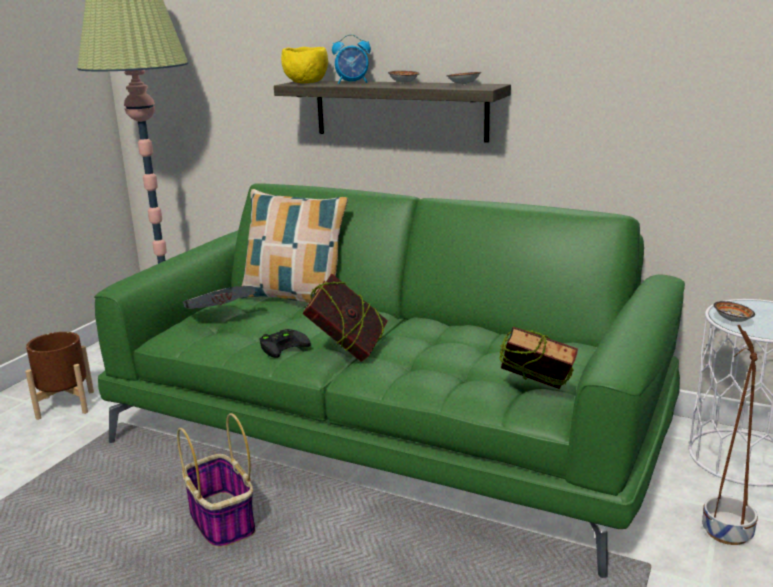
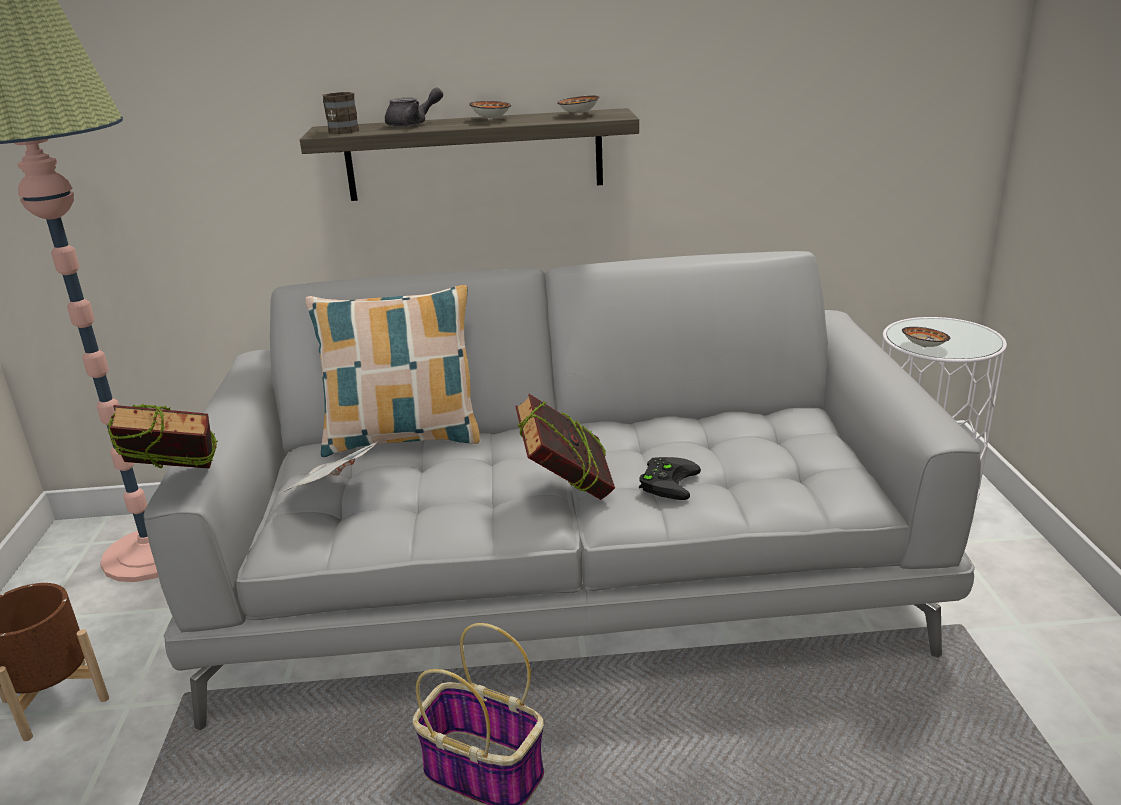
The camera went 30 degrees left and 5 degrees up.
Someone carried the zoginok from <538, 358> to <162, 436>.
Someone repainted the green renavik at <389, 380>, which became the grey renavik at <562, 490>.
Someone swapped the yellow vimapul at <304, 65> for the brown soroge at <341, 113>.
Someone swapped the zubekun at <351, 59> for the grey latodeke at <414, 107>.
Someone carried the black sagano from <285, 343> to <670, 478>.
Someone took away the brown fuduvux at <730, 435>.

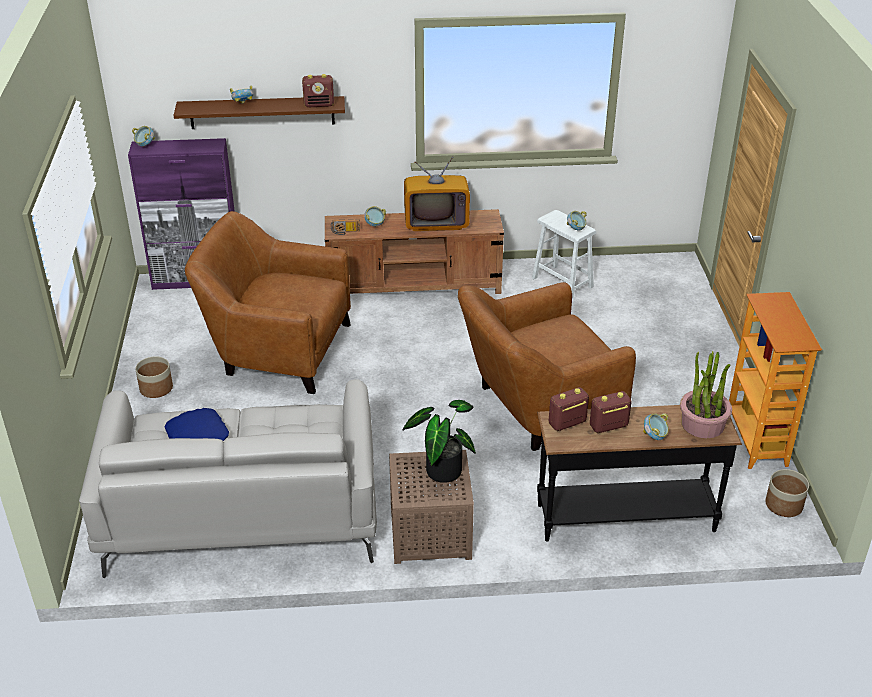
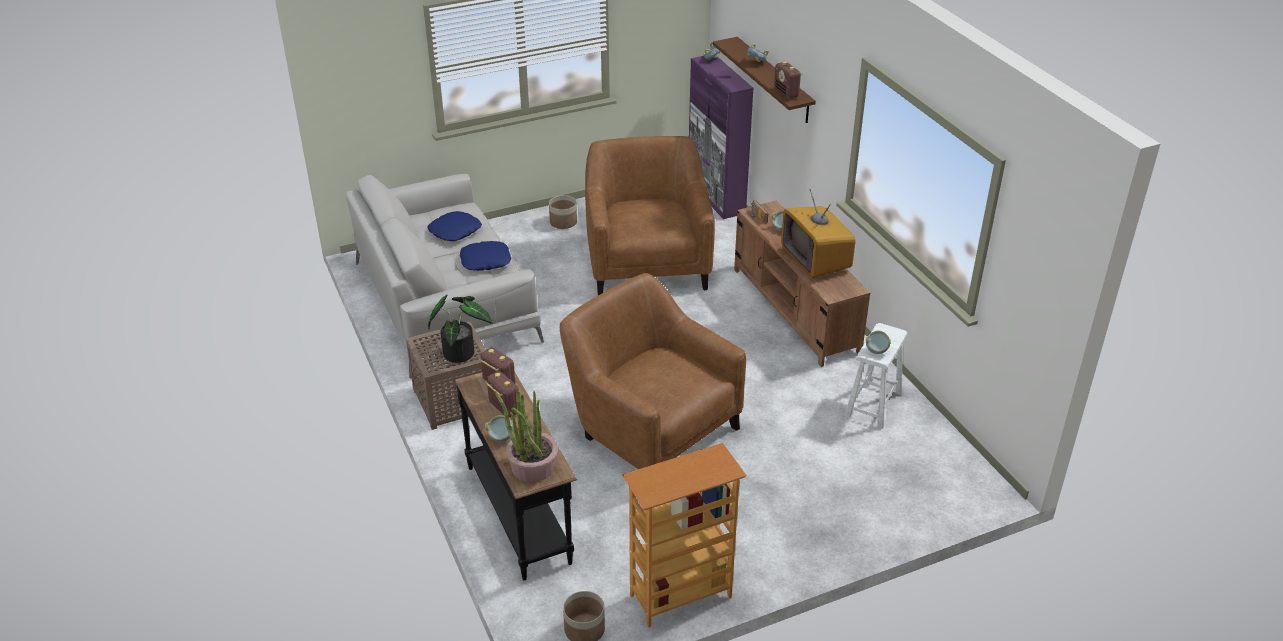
The camera went 70 degrees right and 0 degrees up.
Someone put down the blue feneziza at <485, 256>.

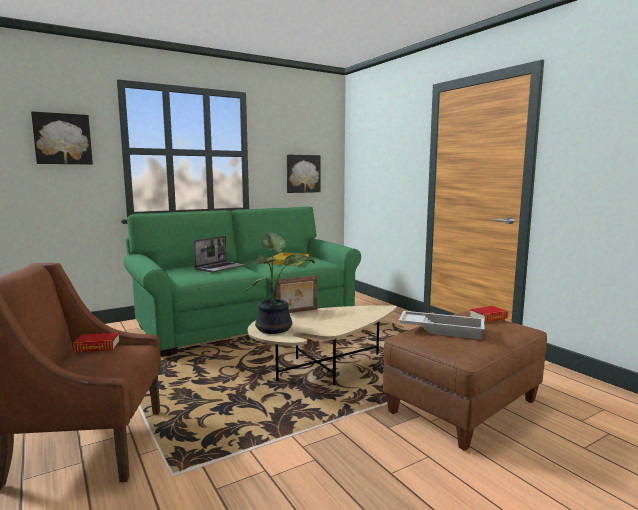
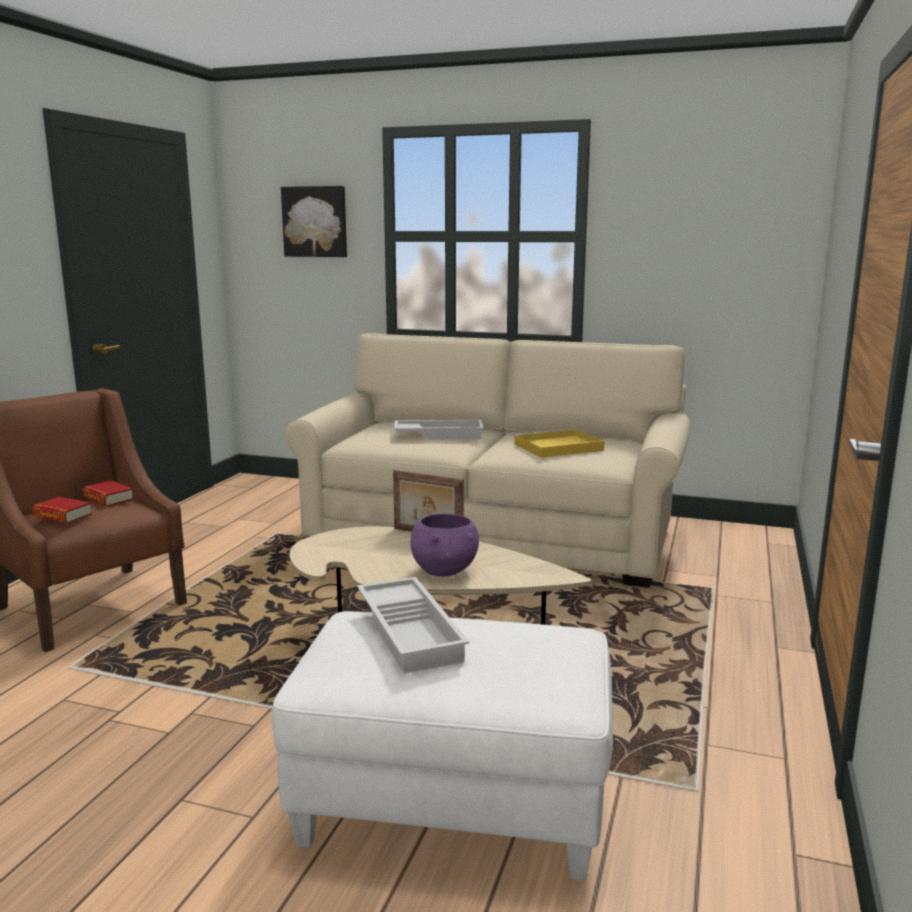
The camera went 50 degrees right and 5 degrees up.
Someone carried the zoginok from <489, 314> to <62, 510>.
Someone repainted the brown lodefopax at <465, 381>, which became the white lodefopax at <442, 745>.
Someone repainted the green renavik at <242, 281>, which became the beige renavik at <487, 460>.
Someone swapped the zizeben at <219, 254> for the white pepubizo at <439, 430>.
Someone put down the purple vimapul at <444, 545>.
Someone took away the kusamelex at <280, 283>.
Someone took away the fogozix at <303, 174>.

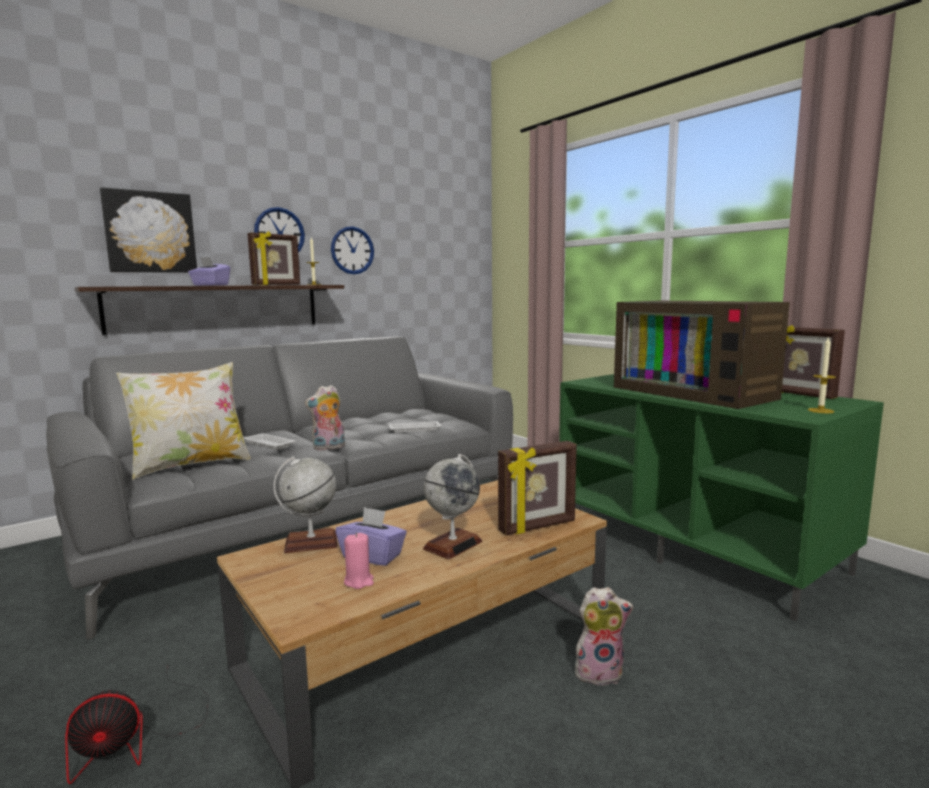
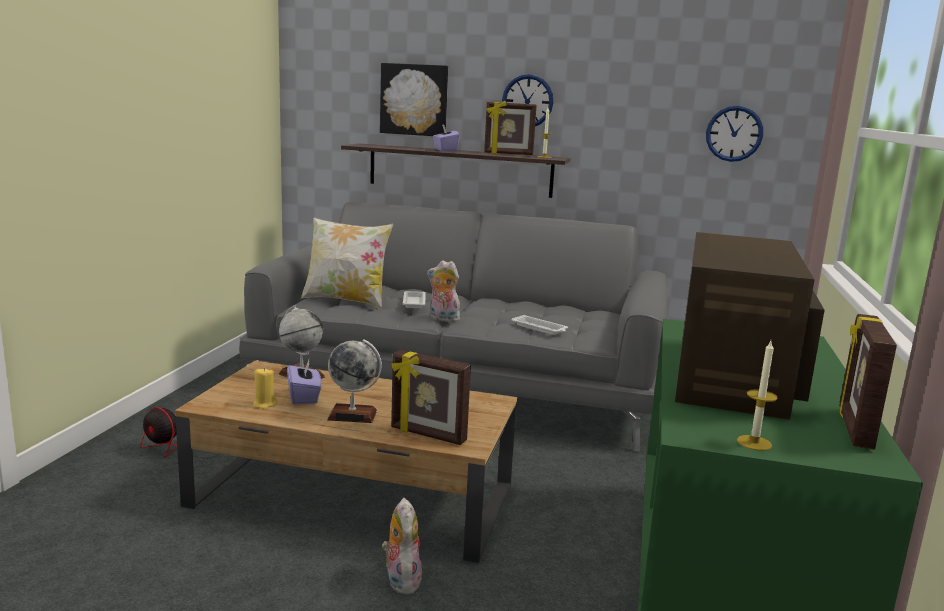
The camera went 50 degrees right and 5 degrees up.
Someone repainted the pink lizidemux at <359, 560>, which became the yellow lizidemux at <265, 388>.
Someone rotated the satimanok at <604, 636> by 150 degrees counterclockwise.
Someone carried the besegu from <352, 250> to <734, 134>.

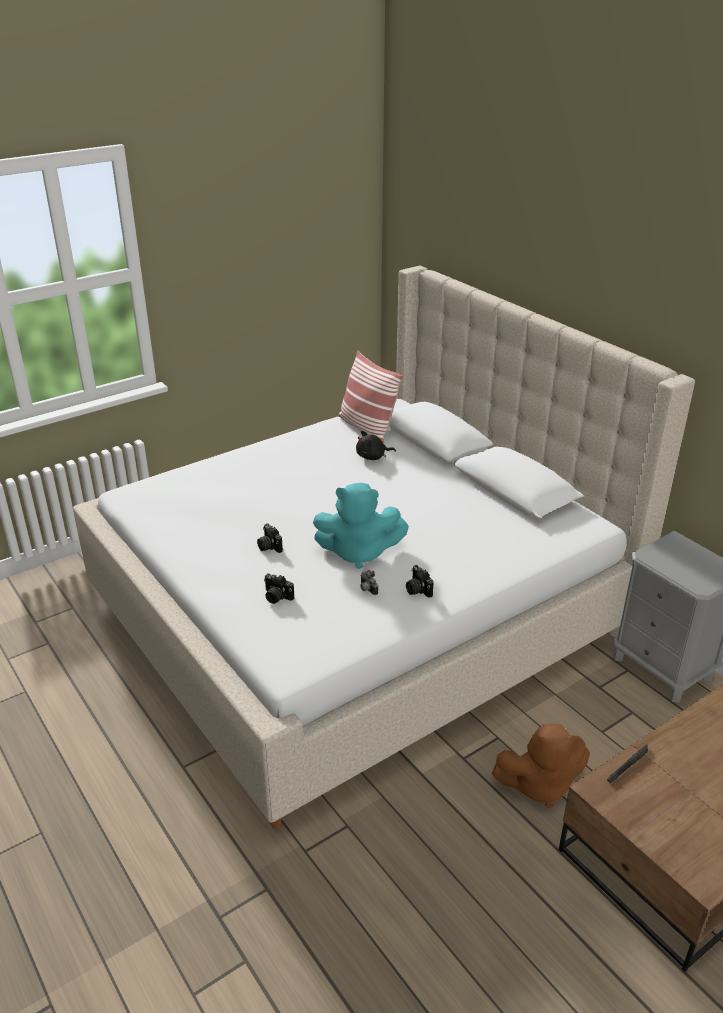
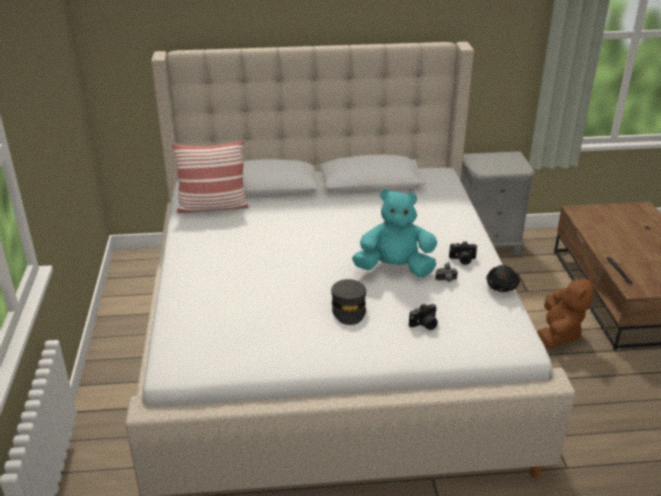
The camera went 60 degrees left and 0 degrees up.
Someone swapped the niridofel at <270, 538> for the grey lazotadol at <348, 302>.
Someone rotated the turquoise satimanok at <361, 526> by 120 degrees counterclockwise.
Someone carried the black satimanok from <376, 445> to <503, 278>.

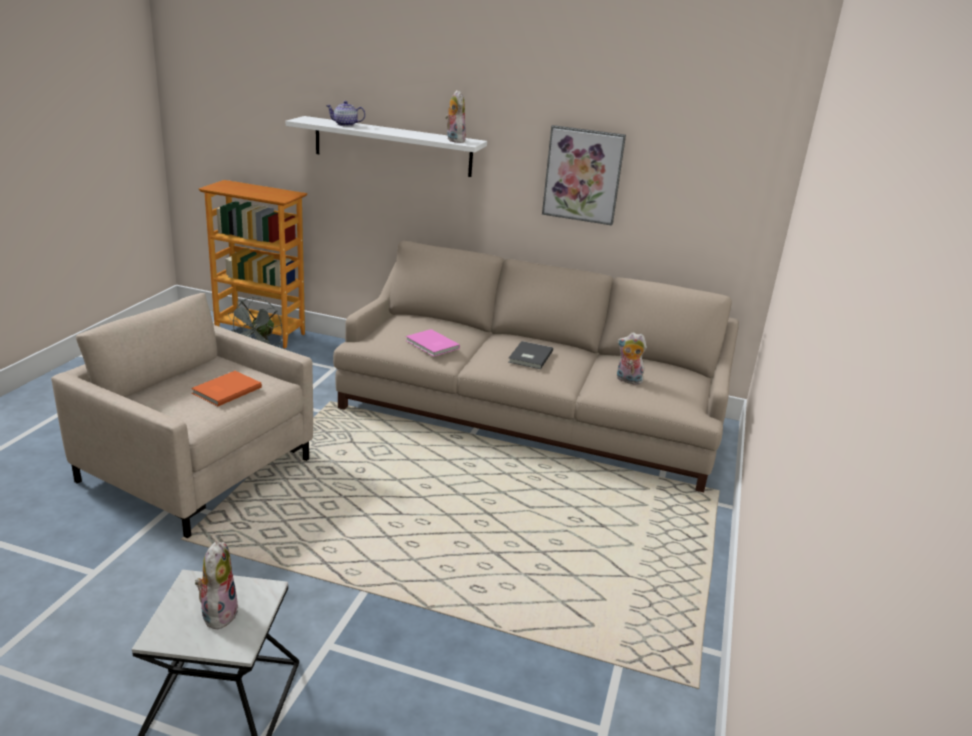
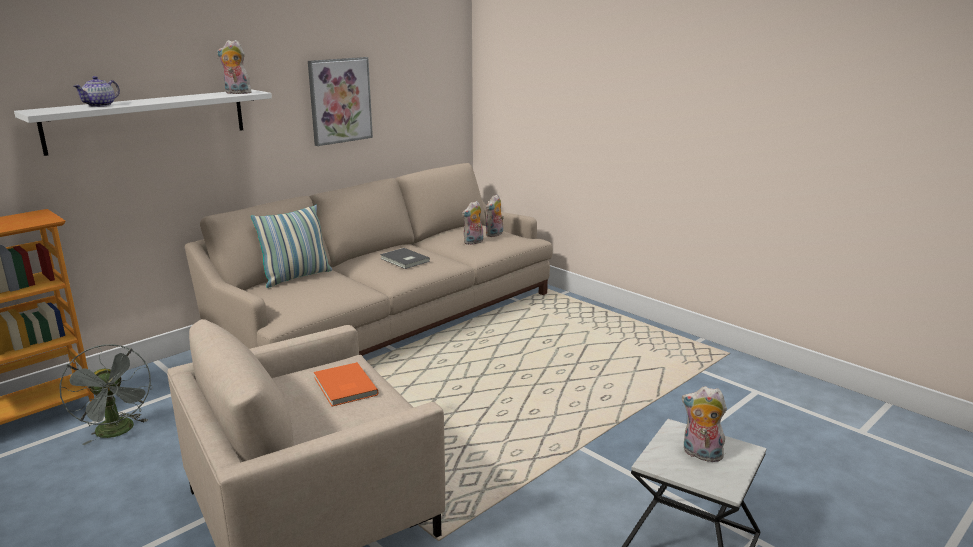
The camera went 60 degrees left and 5 degrees down.
Someone put down the feneziza at <291, 246>.
Someone put down the satimanok at <495, 215>.
Someone took away the pink zoginok at <433, 343>.

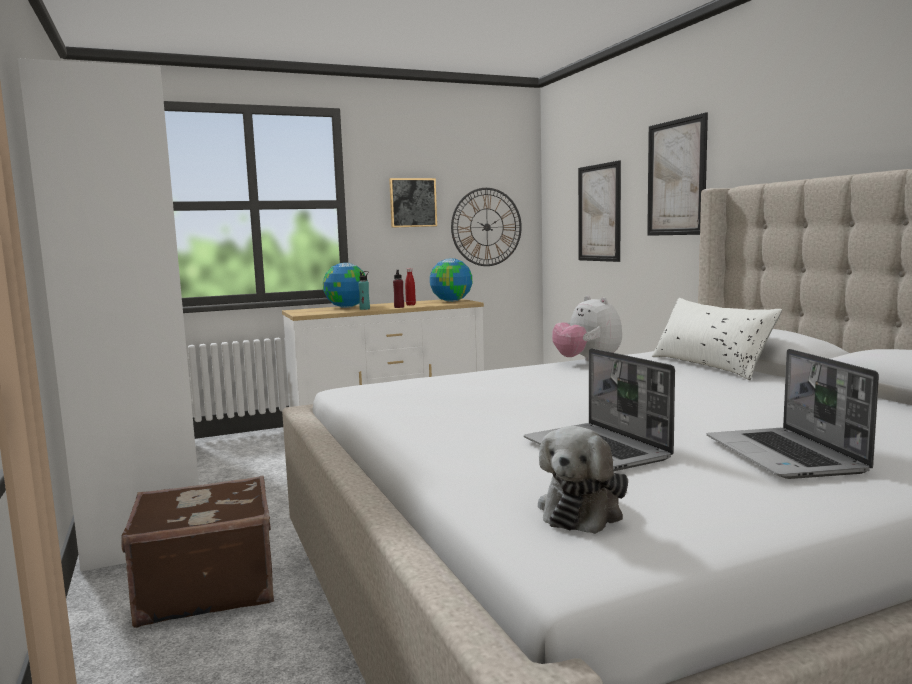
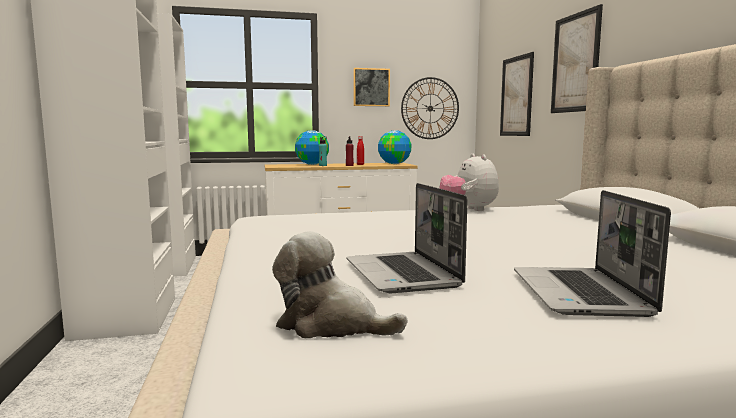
The camera went 10 degrees right and 0 degrees up.
Someone rotated the satimanok at <583, 480> by 75 degrees clockwise.
Someone took away the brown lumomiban at <197, 552>.
Someone took away the white feneziza at <717, 339>.

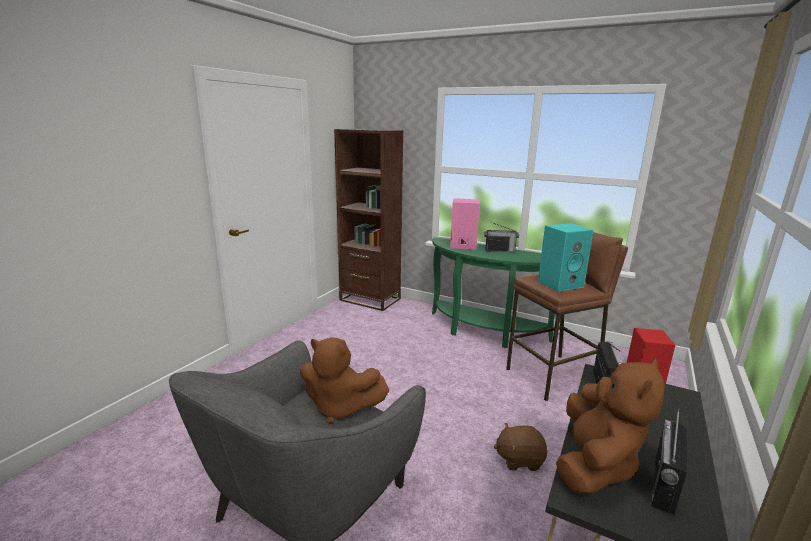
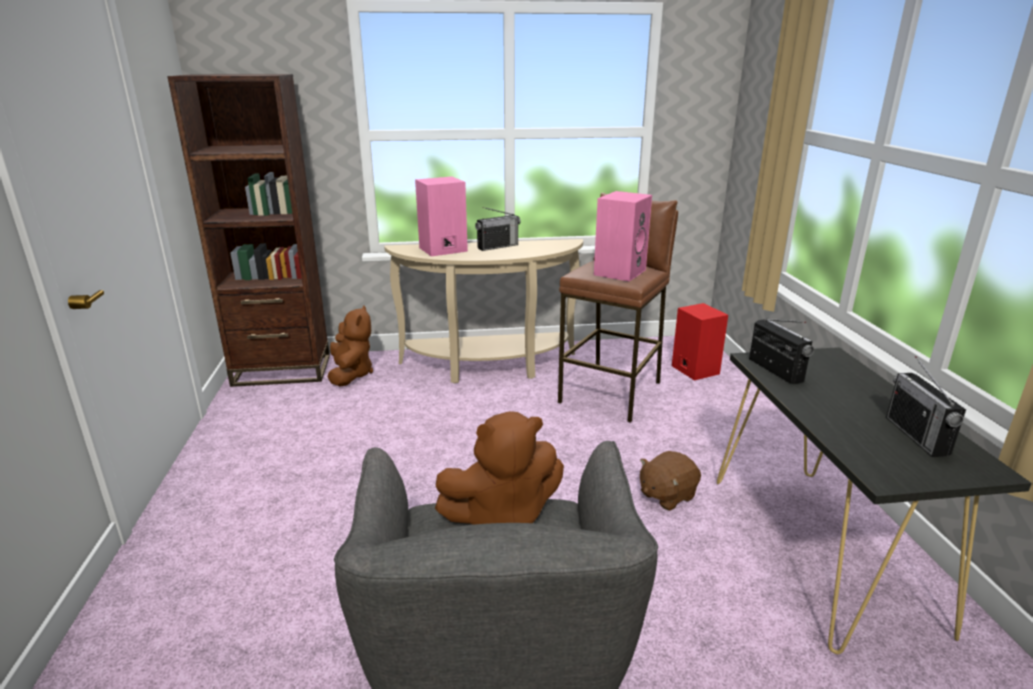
The camera went 35 degrees left and 5 degrees up.
Someone carried the brown satimanok from <610, 426> to <350, 346>.
Someone repainted the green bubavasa at <493, 292>, which became the beige bubavasa at <483, 311>.
Someone repainted the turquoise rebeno at <565, 257>, which became the pink rebeno at <623, 236>.

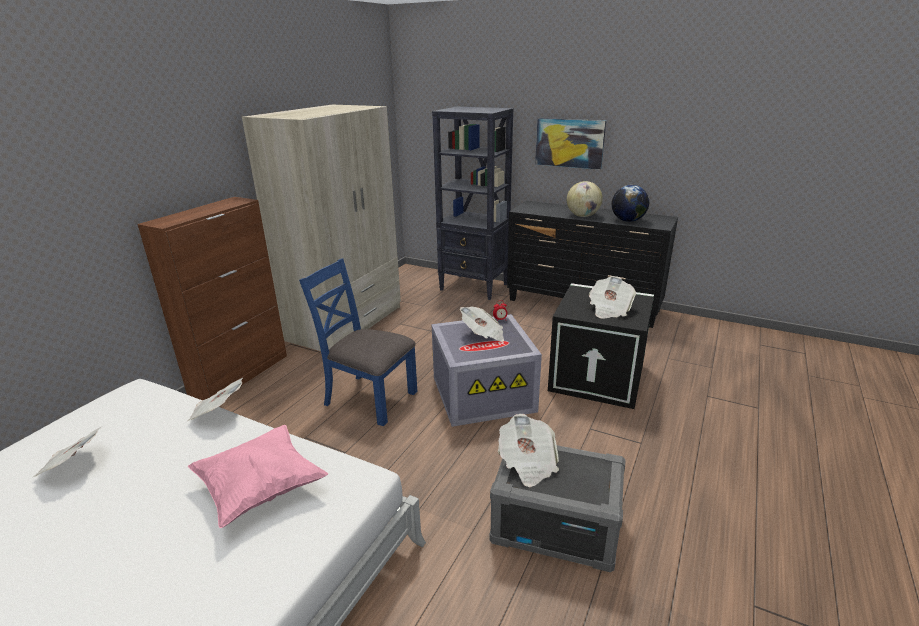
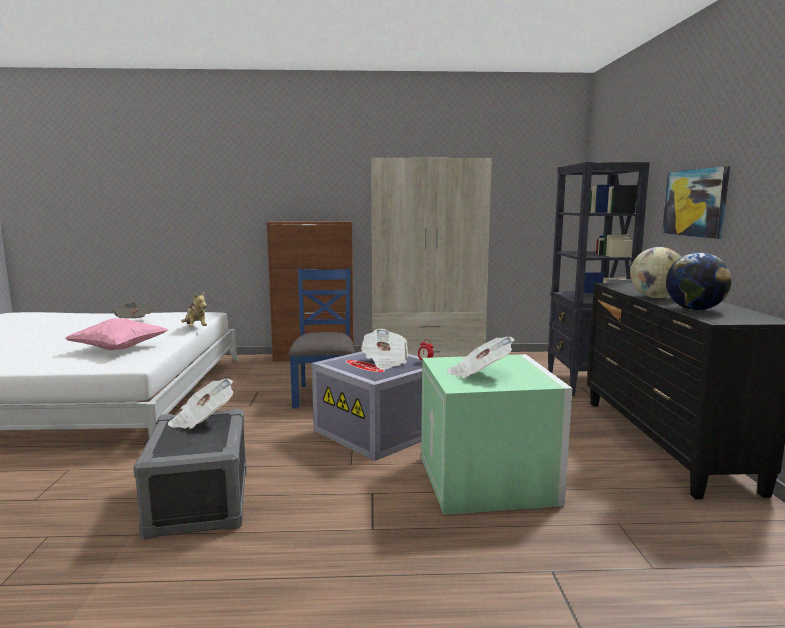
The camera went 60 degrees right and 15 degrees down.
Someone swapped the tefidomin at <215, 399> for the satimanok at <194, 309>.
Someone repainted the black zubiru at <601, 346>, which became the green zubiru at <496, 434>.

